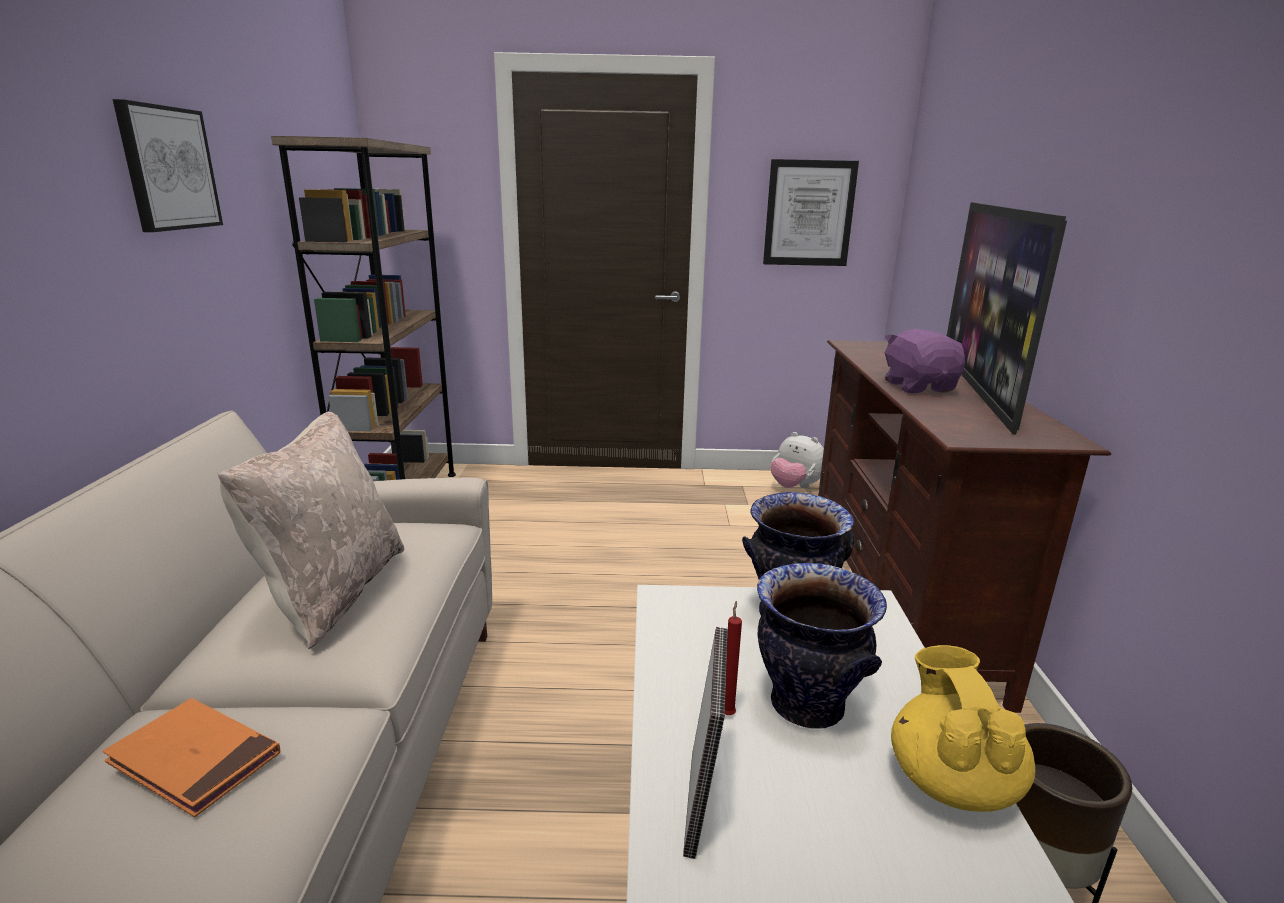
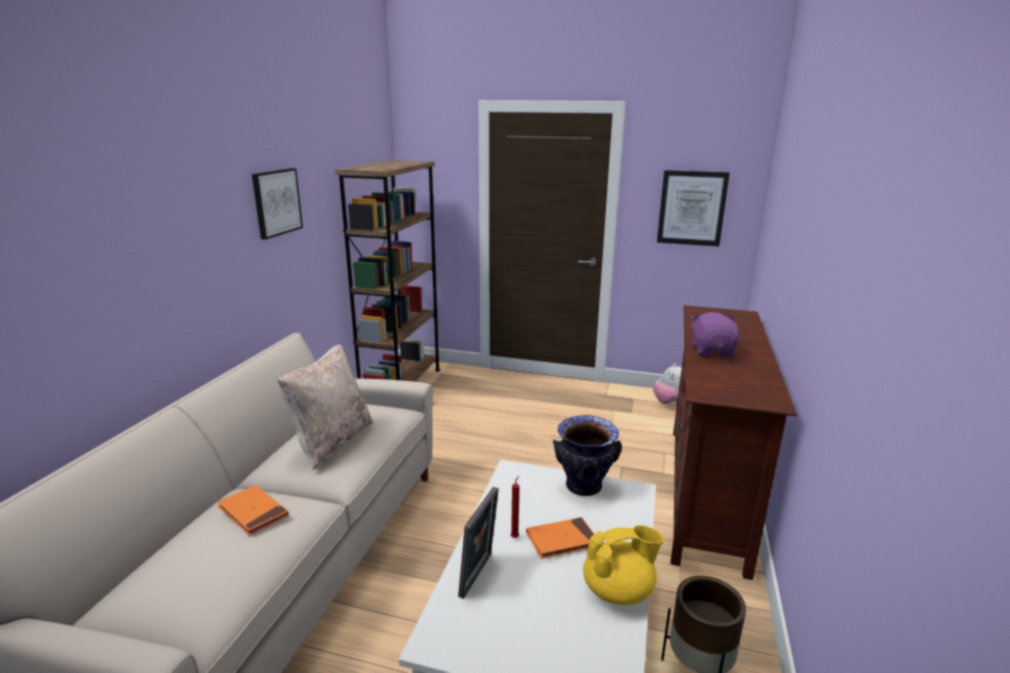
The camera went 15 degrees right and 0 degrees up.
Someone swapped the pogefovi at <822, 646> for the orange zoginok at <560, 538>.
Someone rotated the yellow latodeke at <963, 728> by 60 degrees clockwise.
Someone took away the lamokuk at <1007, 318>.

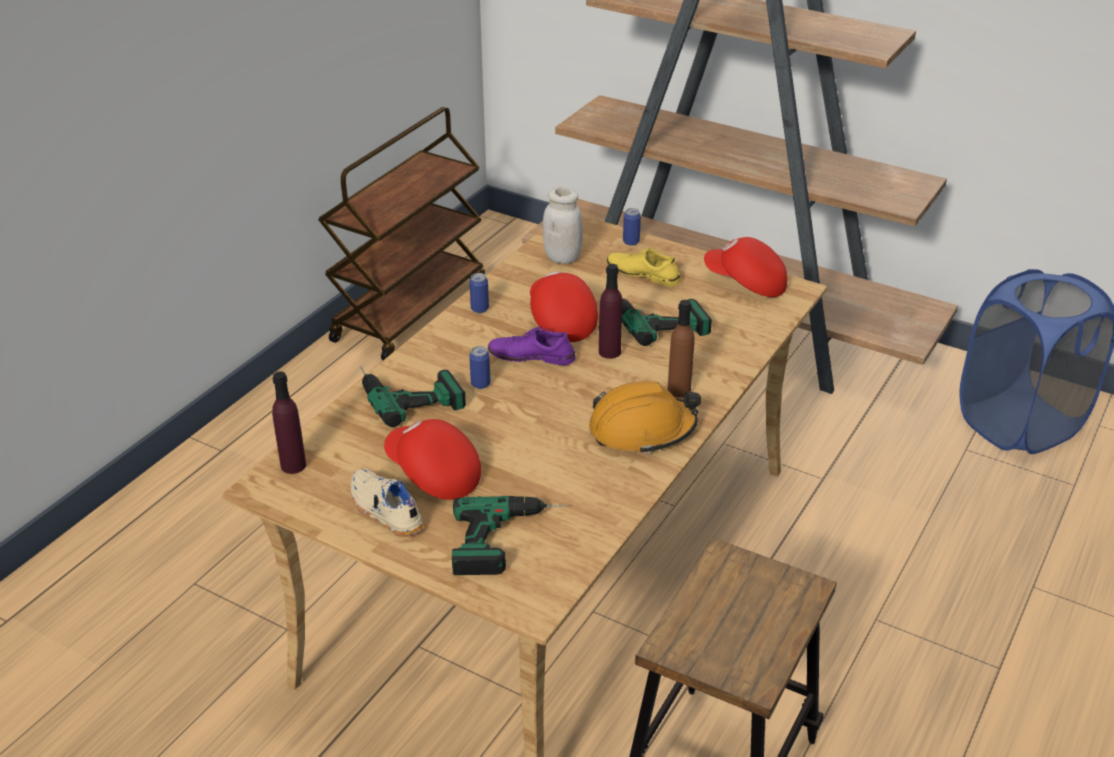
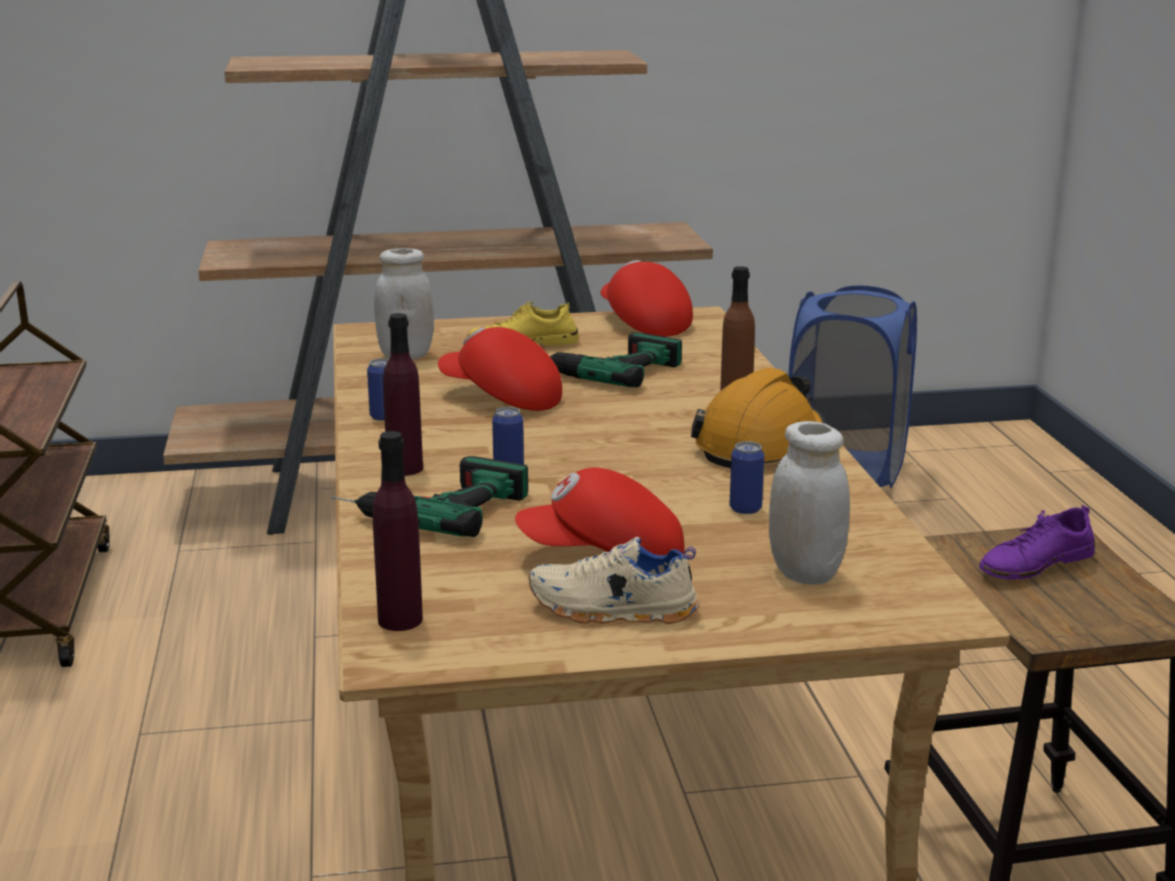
The camera went 40 degrees left and 15 degrees down.
Someone carried the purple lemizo from <610, 311> to <403, 394>.
Someone rotated the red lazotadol at <746, 267> by 75 degrees clockwise.
Someone carried the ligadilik from <632, 227> to <747, 477>.
Someone swapped the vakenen at <509, 535> for the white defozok at <809, 503>.
Someone carried the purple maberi from <532, 345> to <1037, 542>.

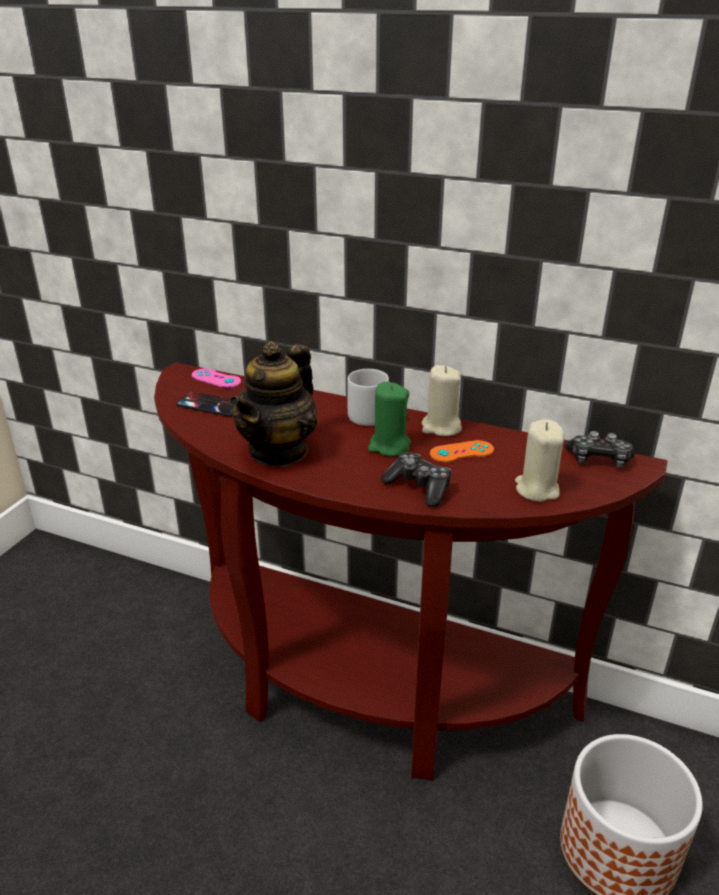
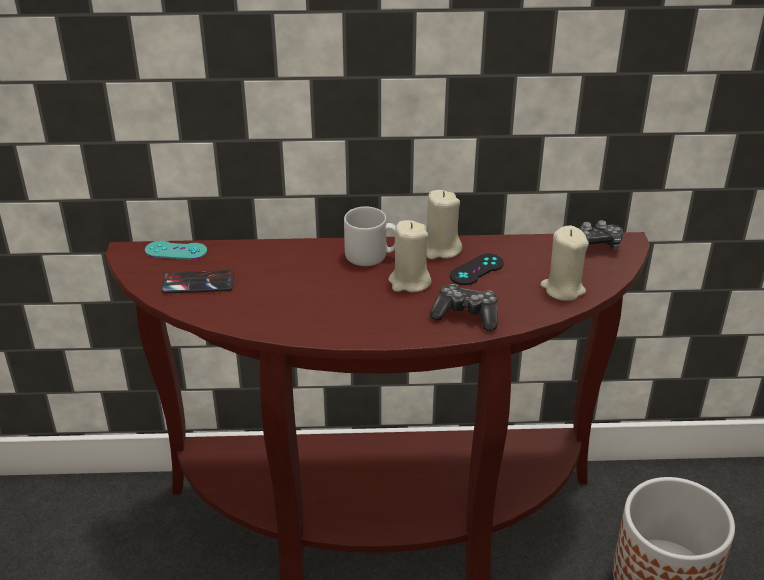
The camera went 25 degrees left and 5 degrees up.
Someone repainted the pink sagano at <216, 378>, which became the turquoise sagano at <176, 250>.
Someone repainted the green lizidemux at <389, 419>, which became the beige lizidemux at <410, 256>.
Someone repainted the orange sagano at <462, 451>, which became the black sagano at <477, 269>.
Someone took away the latodeke at <273, 404>.

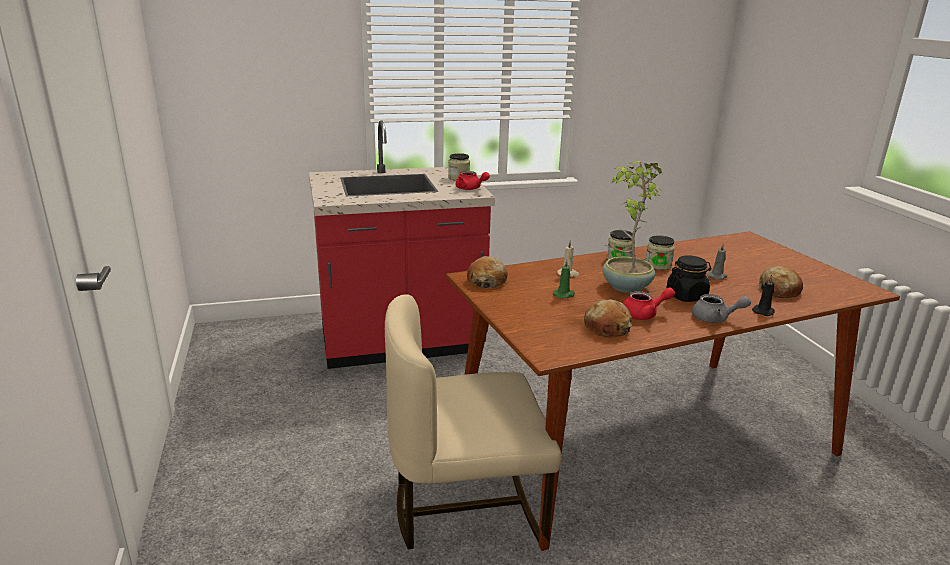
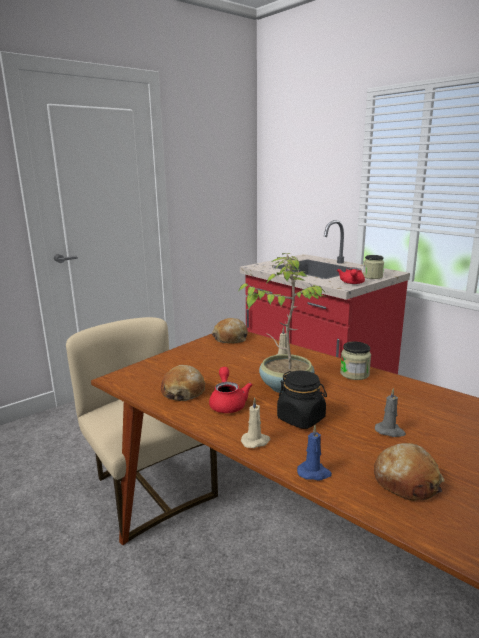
The camera went 65 degrees right and 5 degrees down.
Someone rotated the red latodeke at <649, 303> by 150 degrees counterclockwise.
Someone swapped the grey latodeke at <721, 308> for the beige lizidemux at <255, 423>.
Someone repainted the black lizidemux at <763, 295>, which became the blue lizidemux at <314, 453>.
Someone took away the green lizidemux at <564, 279>.
Someone took away the defozok at <660, 252>.

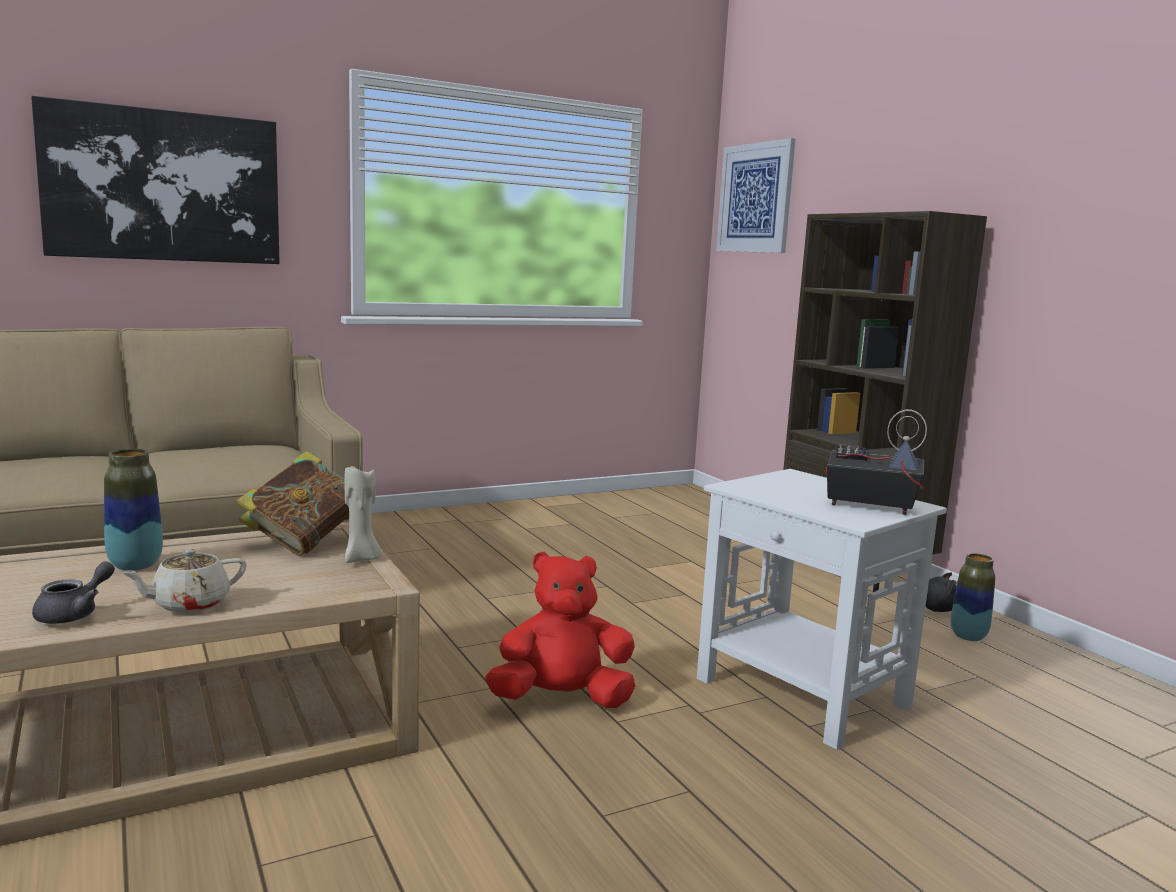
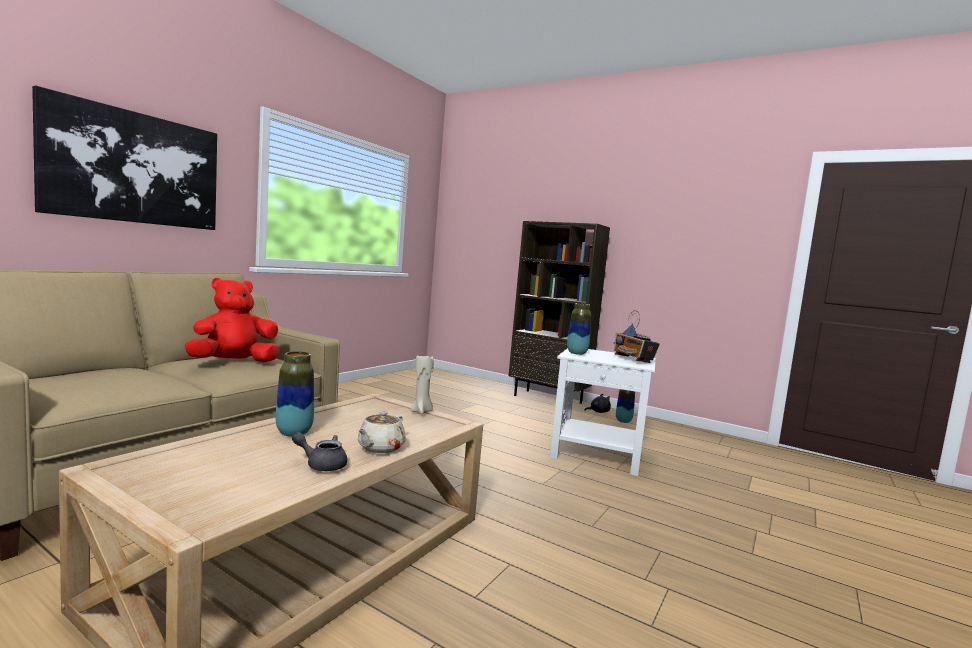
The camera went 30 degrees left and 5 degrees down.
Someone carried the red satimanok from <560, 630> to <232, 320>.
Someone rotated the grey latodeke at <73, 592> by 75 degrees counterclockwise.
Someone put down the pogefovi at <579, 329>.
Someone rotated the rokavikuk at <876, 462> by 105 degrees counterclockwise.
Someone took away the zoginok at <293, 503>.
Someone took away the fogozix at <755, 195>.

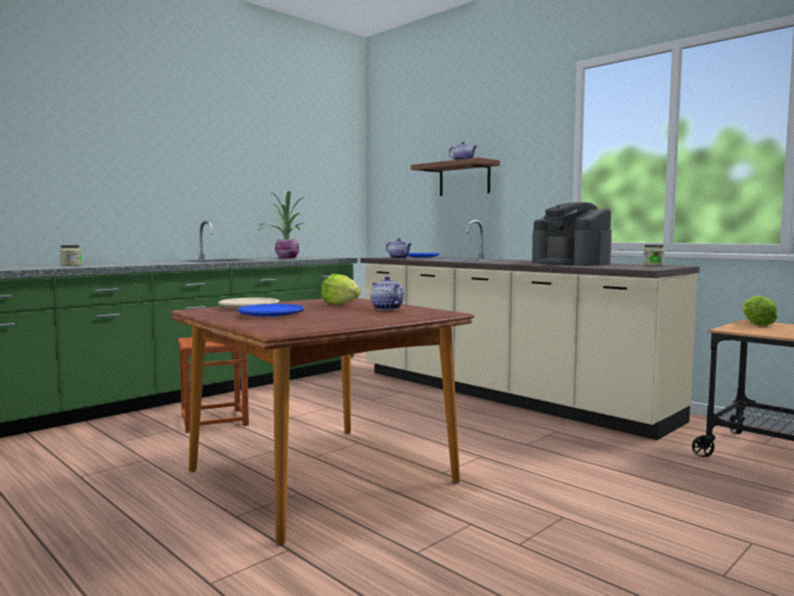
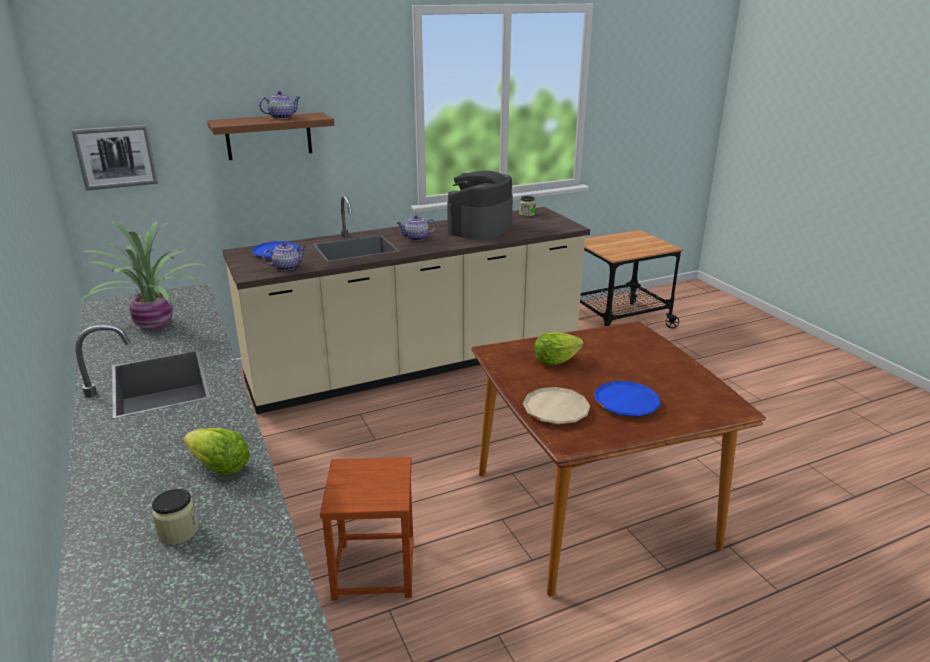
The camera went 70 degrees left and 20 degrees up.
Someone put up the fogozix at <115, 158>.
Someone carried the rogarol from <759, 311> to <216, 451>.
Someone carried the latodeke from <387, 293> to <416, 228>.
Someone rotated the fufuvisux at <572, 234> by 135 degrees clockwise.

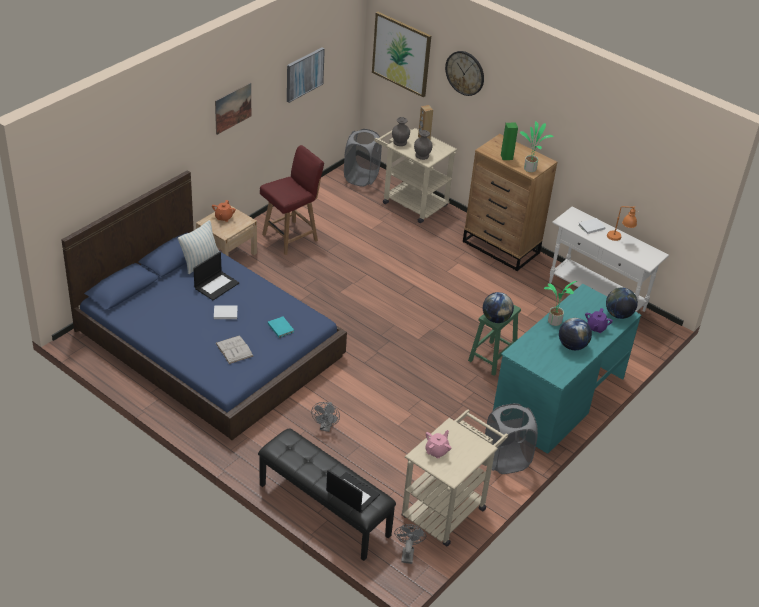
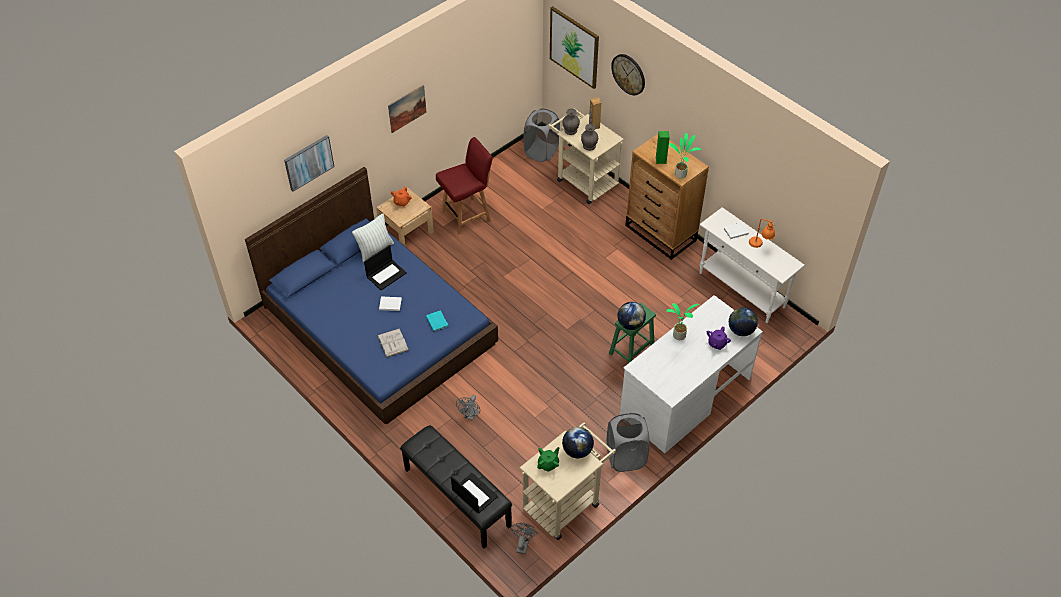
The camera went 10 degrees right and 10 degrees up.
Someone carried the fogozix from <306, 75> to <309, 163>.
Someone repainted the pink latodeke at <438, 444>, which became the green latodeke at <548, 459>.
Someone carried the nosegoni from <575, 334> to <578, 442>.
Someone repainted the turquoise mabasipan at <567, 369>, which became the white mabasipan at <691, 374>.

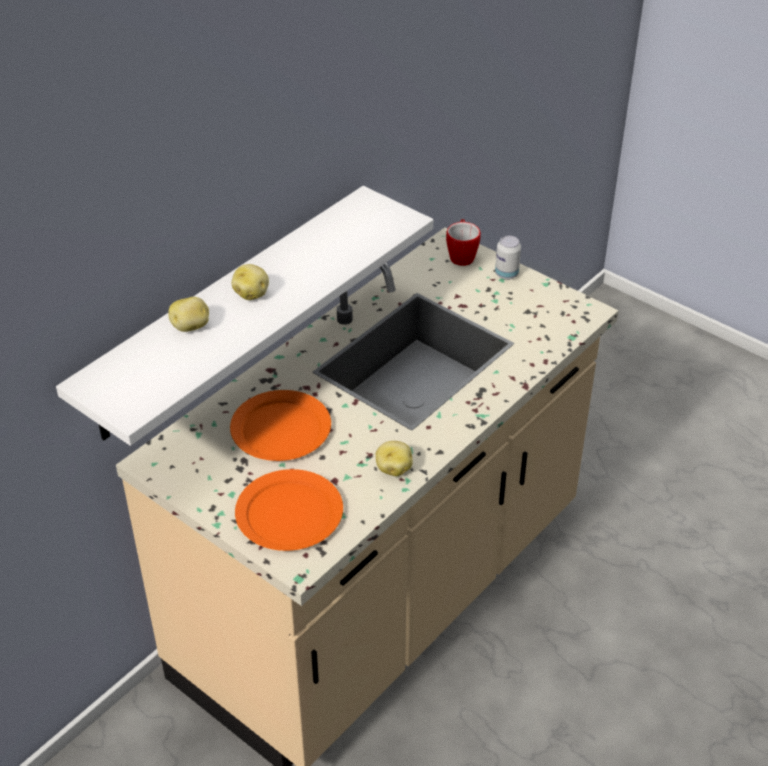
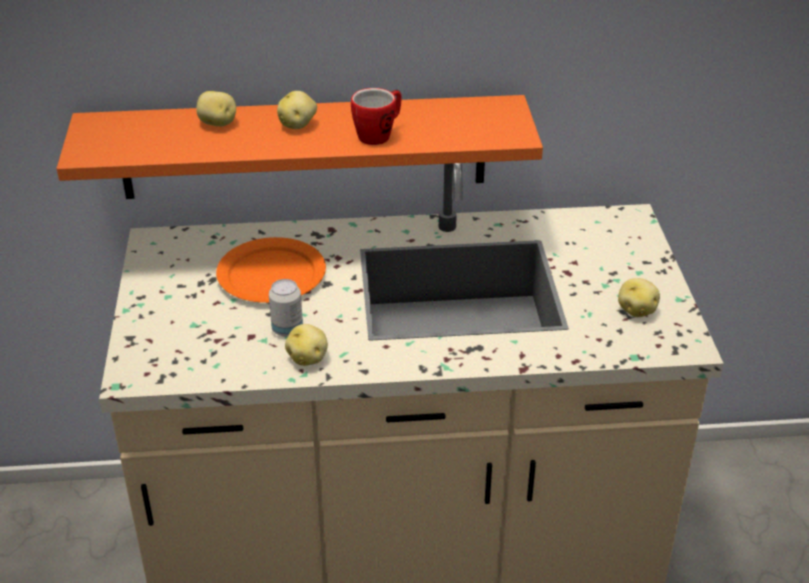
The camera went 45 degrees right and 5 degrees down.
Someone repainted the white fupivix at <244, 316>, which became the orange fupivix at <300, 147>.
Someone carried the ligadilik from <508, 258> to <286, 308>.
Someone carried the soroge from <463, 242> to <376, 116>.
Someone put down the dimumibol at <639, 297>.
Someone took away the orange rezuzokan at <289, 510>.

